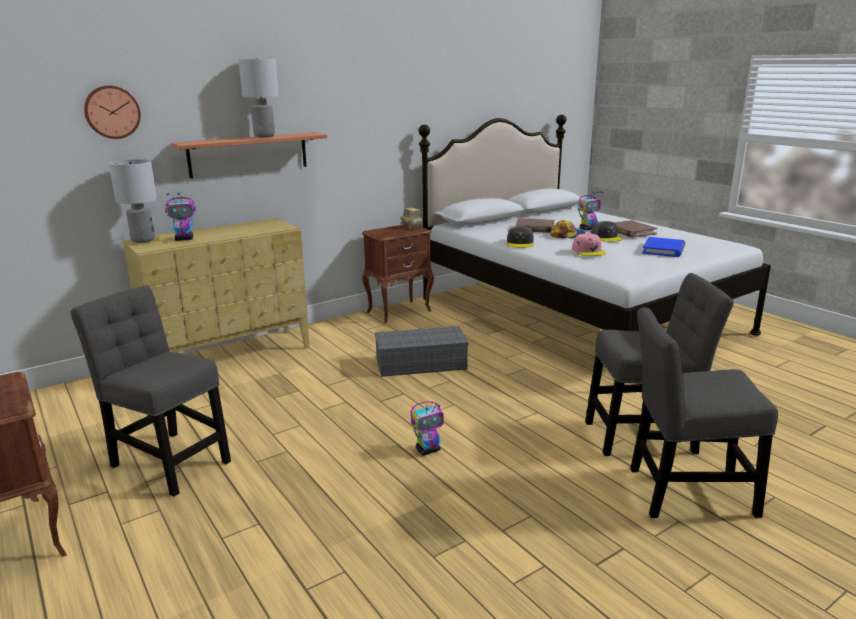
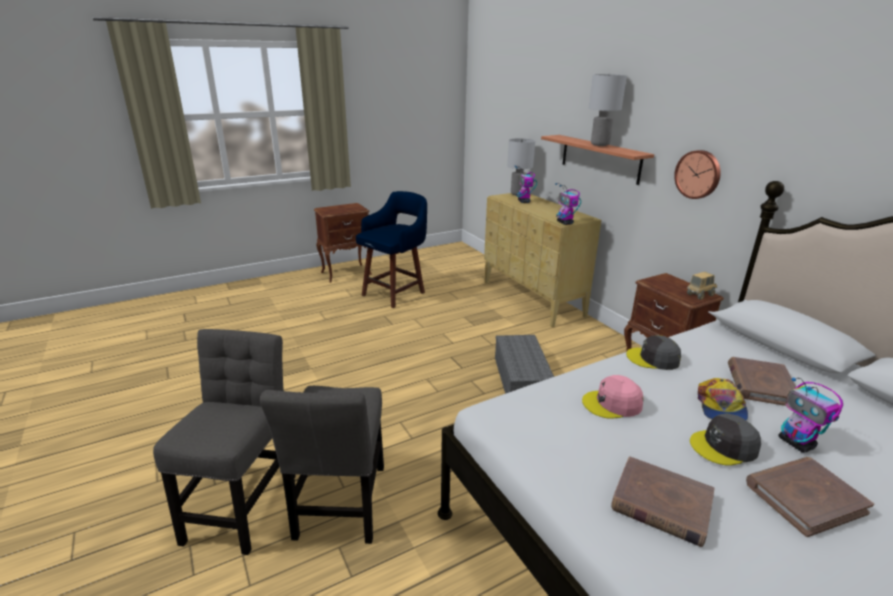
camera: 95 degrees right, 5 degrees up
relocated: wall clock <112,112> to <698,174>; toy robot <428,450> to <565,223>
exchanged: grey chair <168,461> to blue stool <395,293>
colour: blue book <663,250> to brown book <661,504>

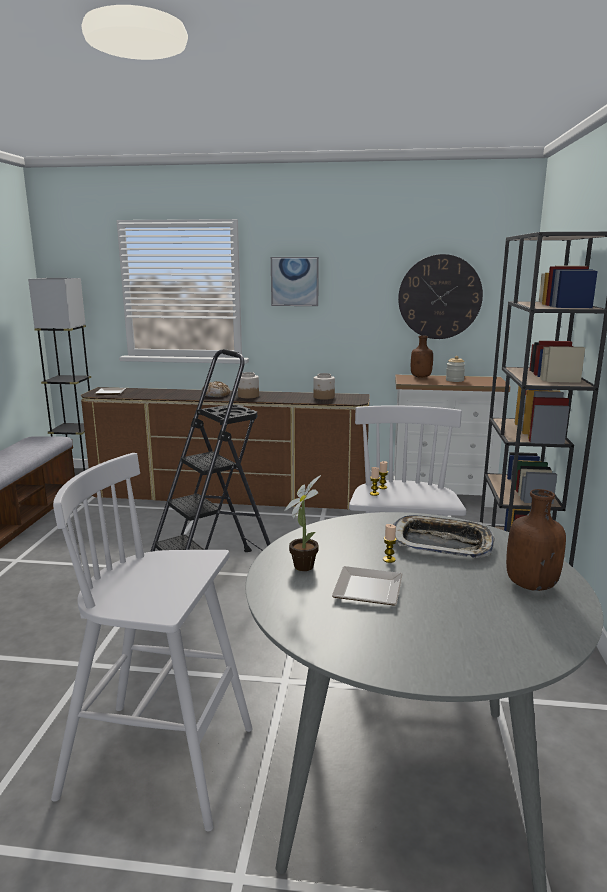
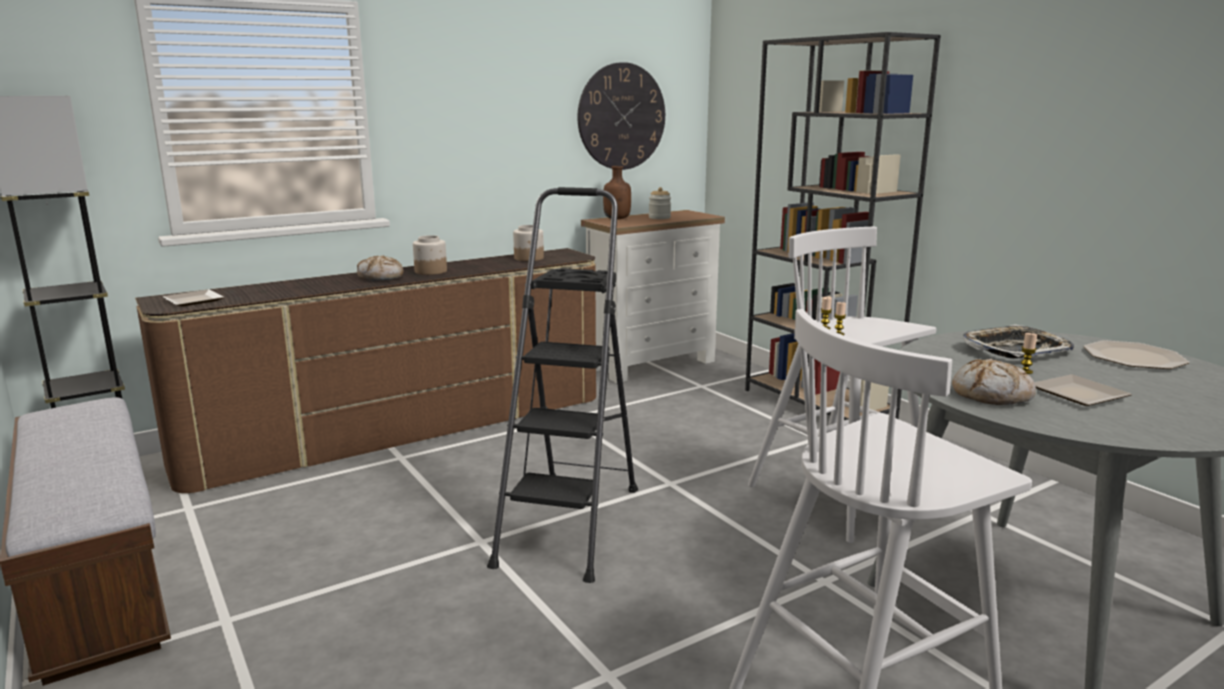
camera: 40 degrees left, 0 degrees up
missing: picture <294,281>
exchanged: potted plant <304,564> to bread <992,395>; brown bottle <530,584> to plate <1132,357>

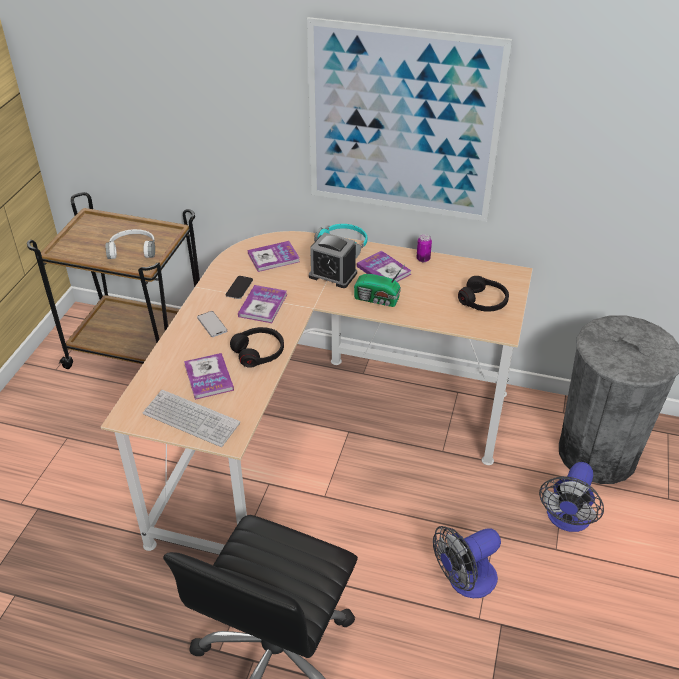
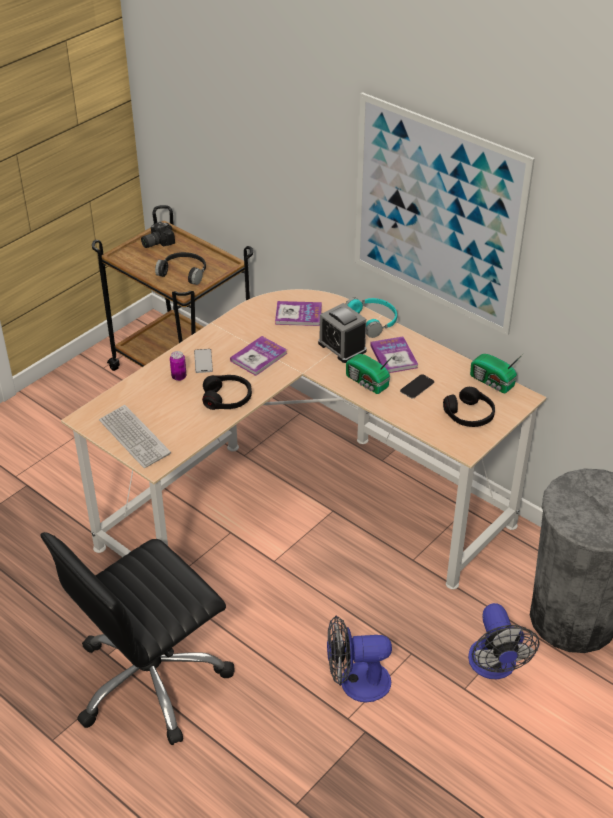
camera: 25 degrees right, 0 degrees up
missing: book <208,377>
appeared: photo camera <156,242>; radio <492,382>
relocated: can <423,259> to <179,377>; phone <239,288> to <417,387>
colour: white headphones <133,249> to black headphones <184,272>
spun: fan <566,520> = <494,667> 60 degrees counterclockwise

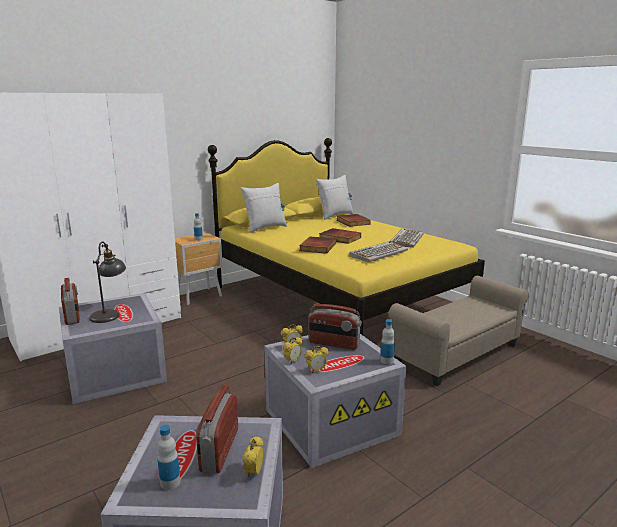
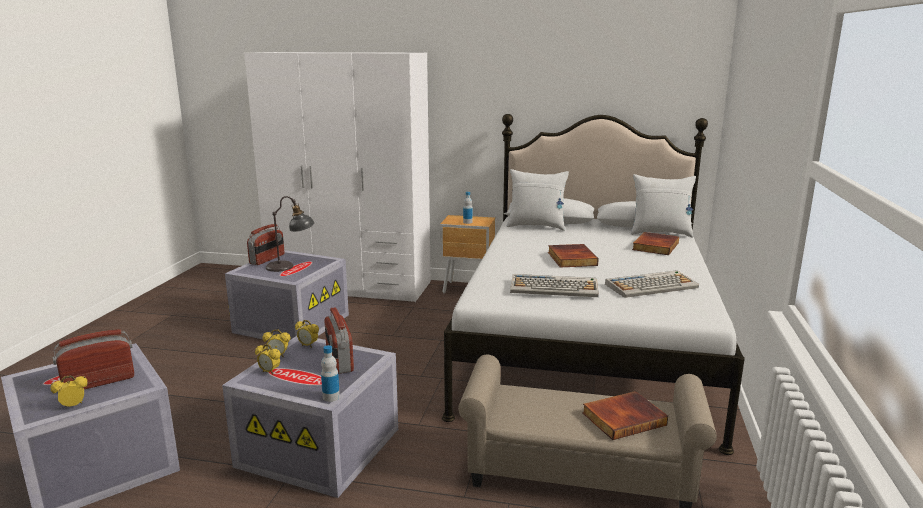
camera: 50 degrees right, 0 degrees up
missing: bottle <170,482>
relocated: book <317,247> to <623,418>
colour: yellow bed <338,301> to white bed <587,348>

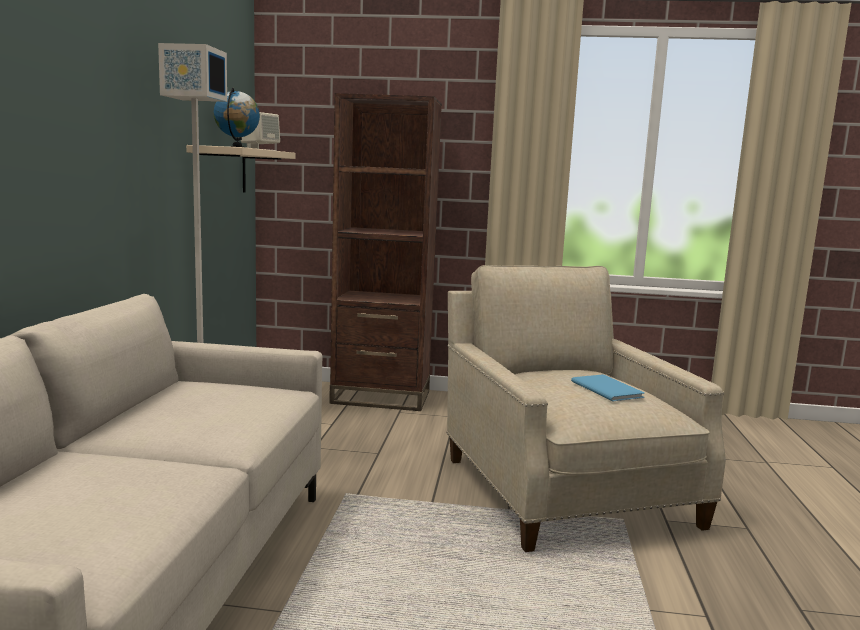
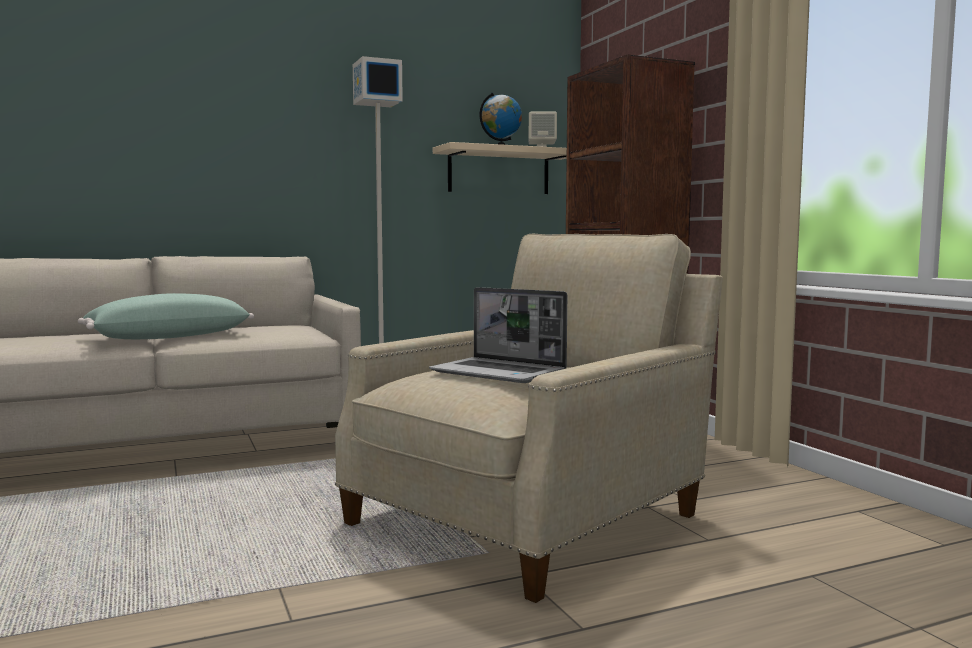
camera: 60 degrees right, 5 degrees down
appeared: green pillow <168,337>
exchanged: blue book <607,388> to laptop <500,373>

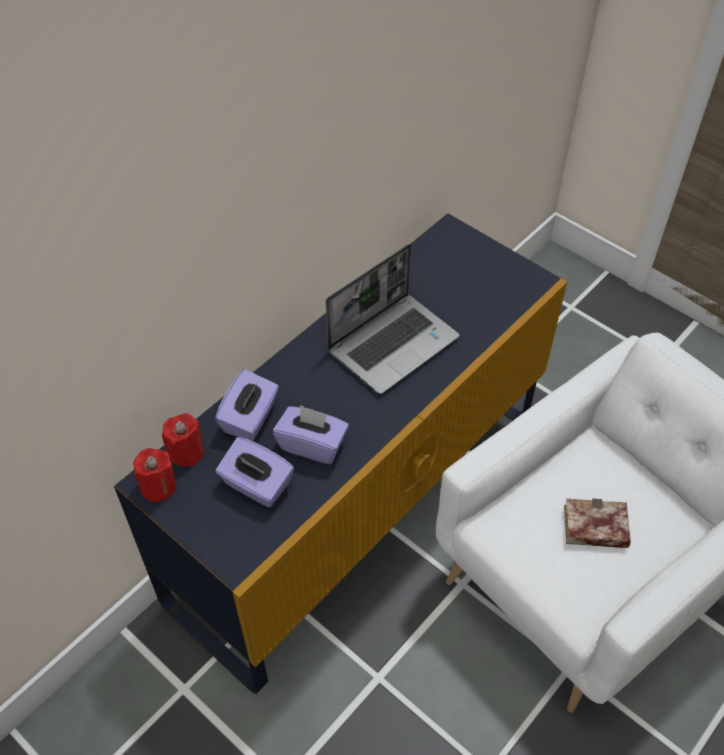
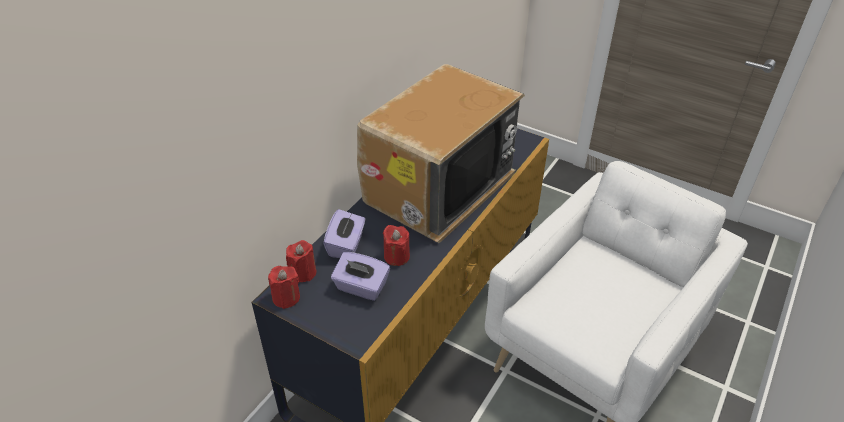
camera: 10 degrees left, 10 degrees down
missing: book <592,529>
exchanged: laptop <393,343> to television <439,187>; purple tissue box <312,445> to red candle <396,256>

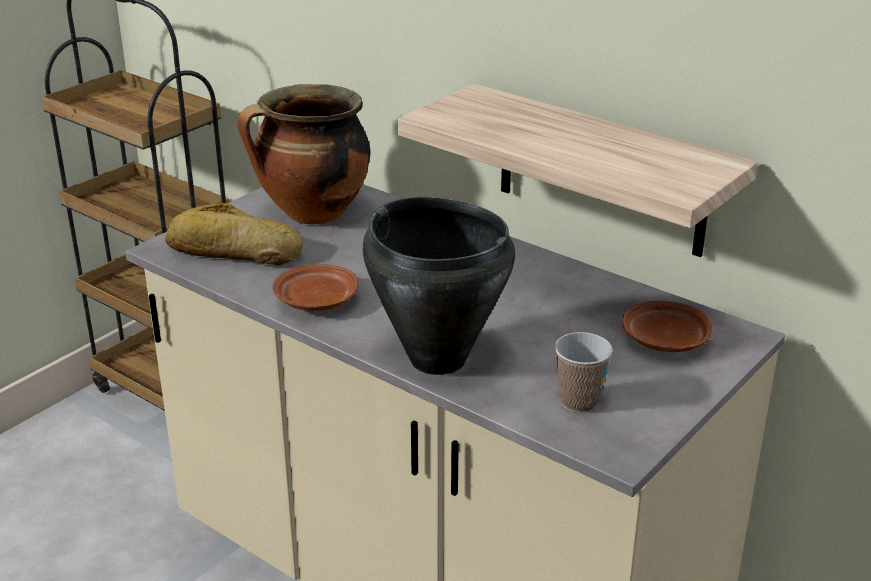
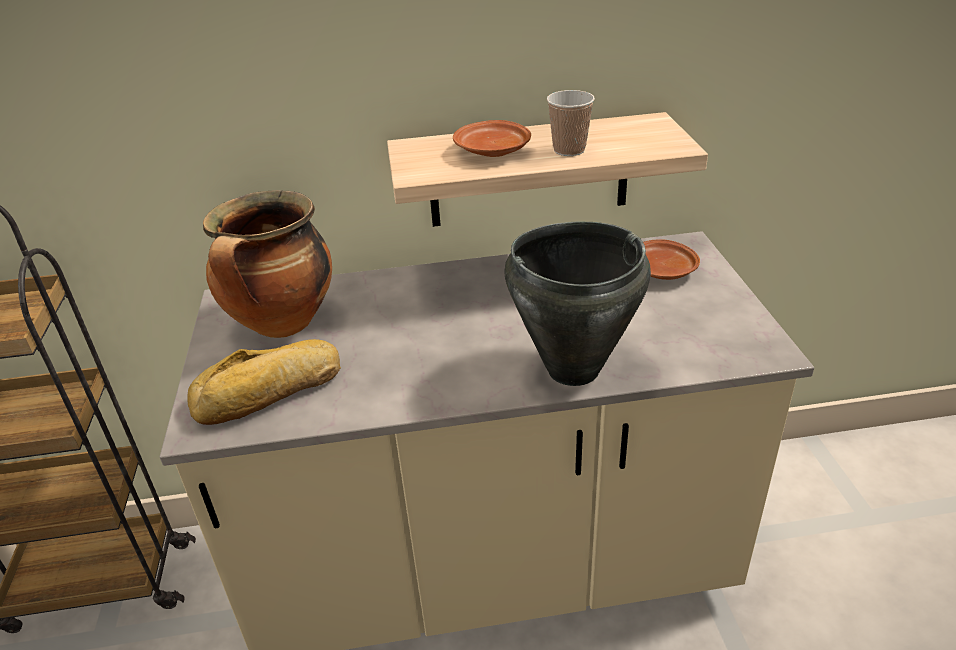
camera: 45 degrees left, 5 degrees up
relocated: brown plate <315,301> to <492,151>; cup <579,401> to <569,150>

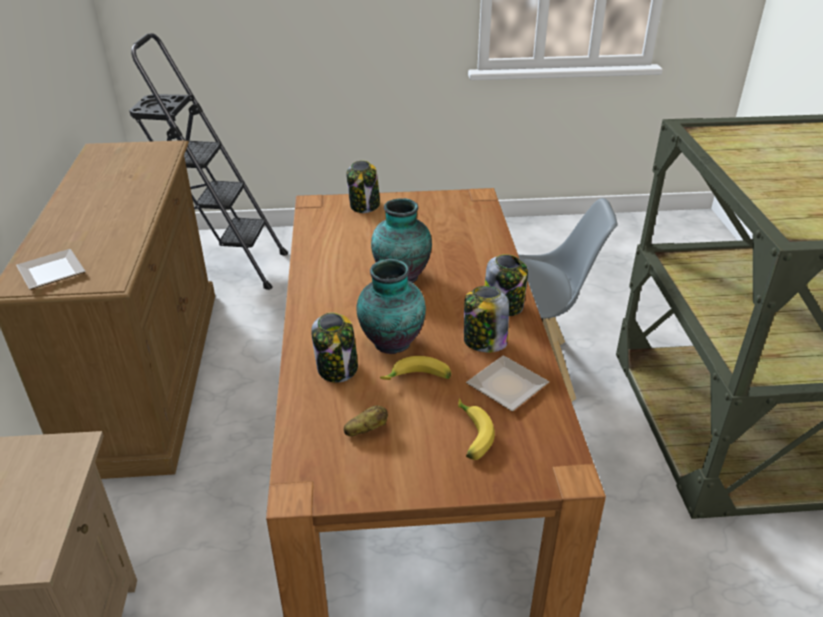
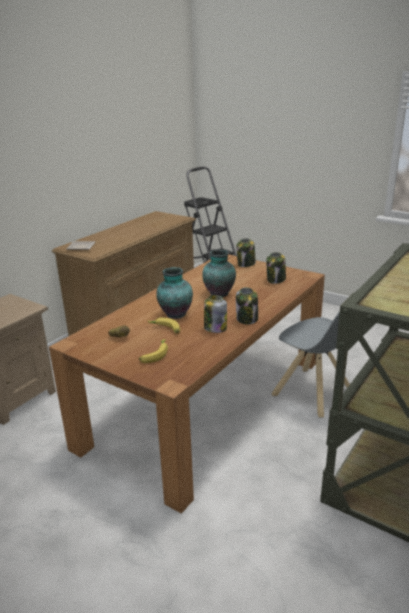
camera: 40 degrees right, 10 degrees down
missing: plate <510,386>
relocated: jar <337,368> to <276,280>

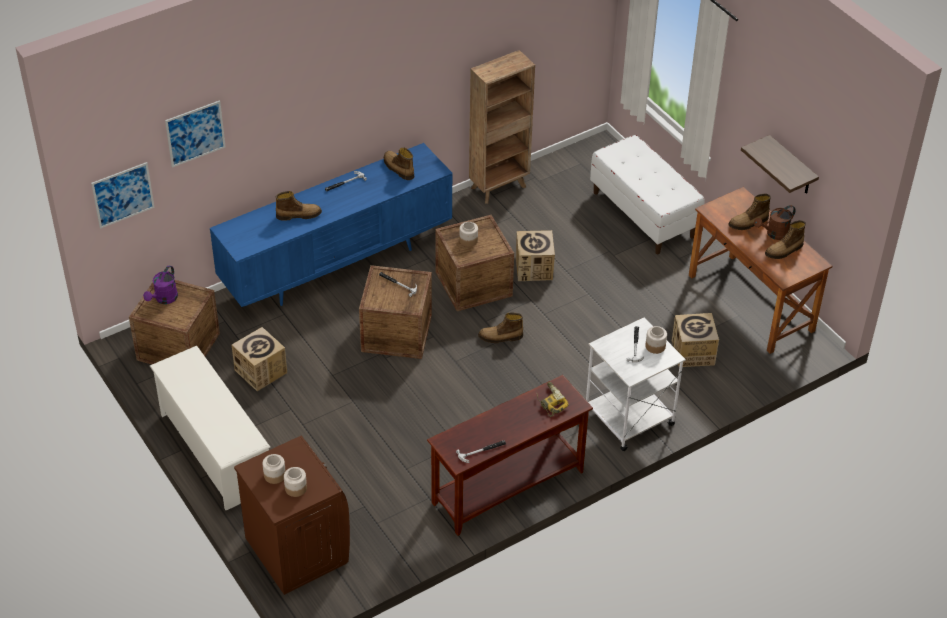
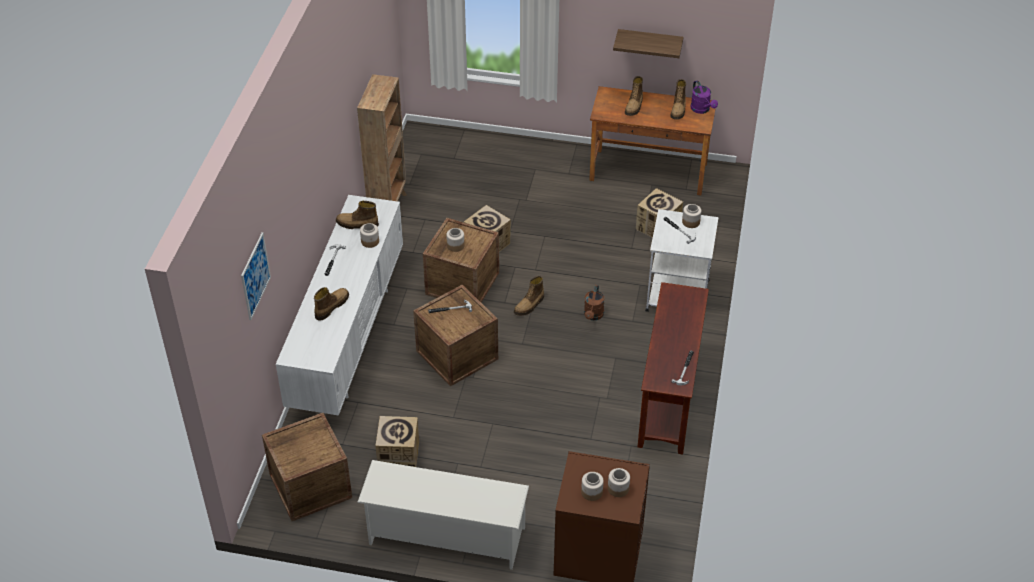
camera: 45 degrees left, 0 degrees up
missing: white bench <644,214>; picture <123,195>; power drill <550,402>
appeared: jar <370,241>
relocated: brown watering can <774,234> to <593,316>; purple watering can <164,299> to <702,110>
colour: blue cabinet <337,264> to white cabinet <348,339>

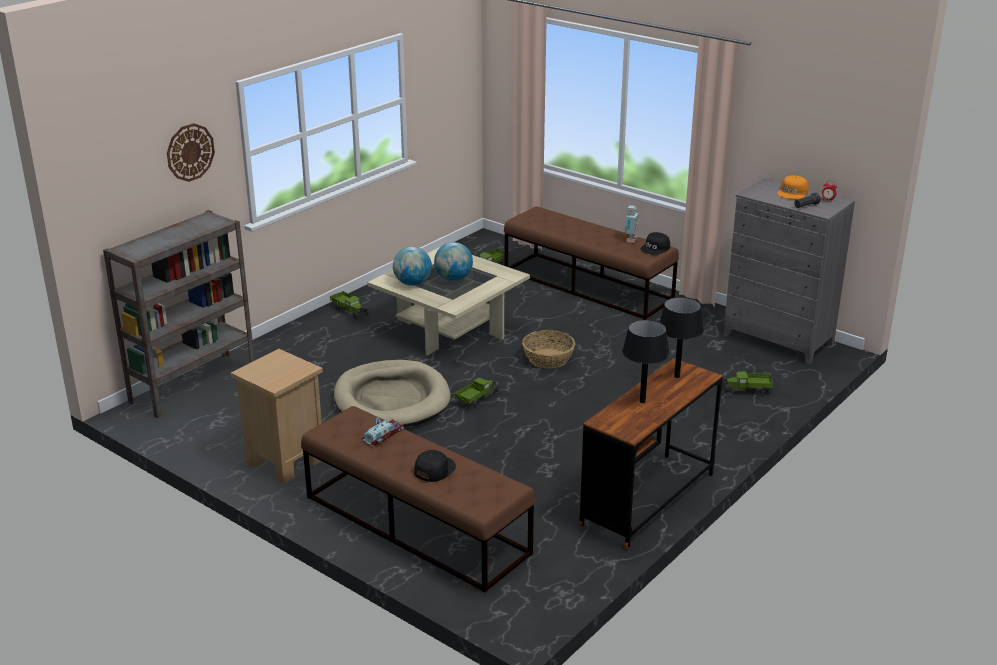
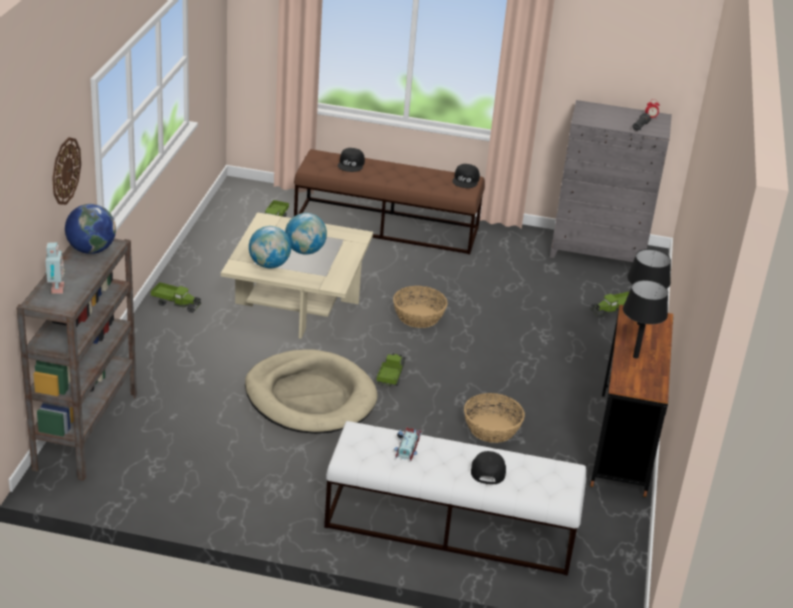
camera: 30 degrees left, 5 degrees up
missing: orange cap <793,193>; beige nightstand <286,461>
appeared: black cap <351,164>; globe <91,250>; basket <492,429>
relocated: toy robot <630,240> to <55,289>
colour: brown bench <415,524> to white bench <450,526>

